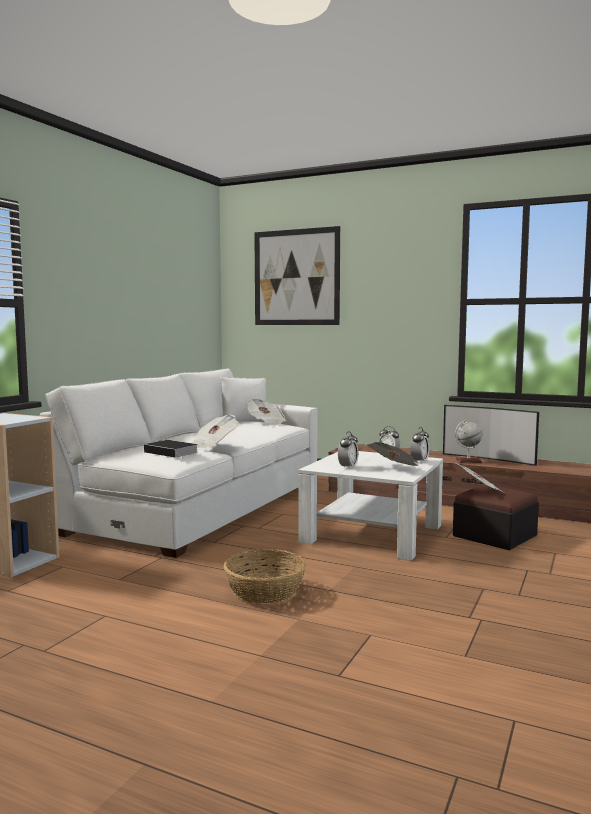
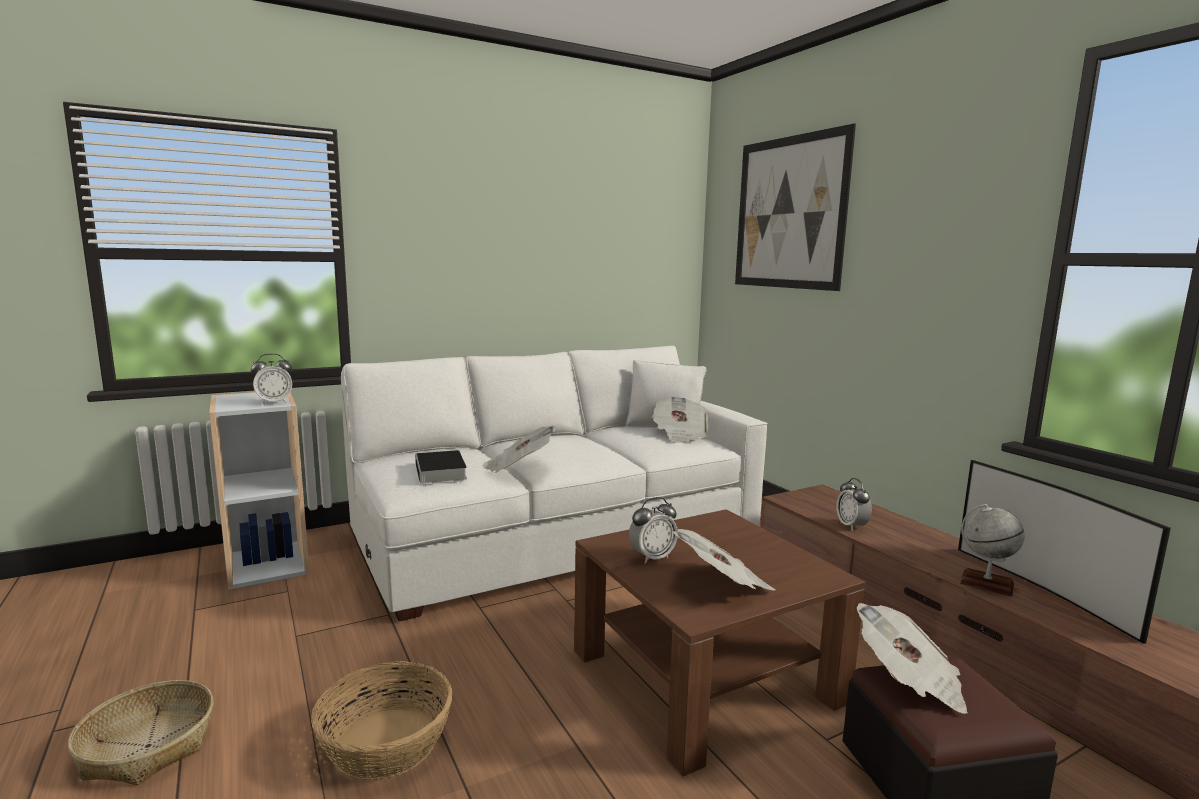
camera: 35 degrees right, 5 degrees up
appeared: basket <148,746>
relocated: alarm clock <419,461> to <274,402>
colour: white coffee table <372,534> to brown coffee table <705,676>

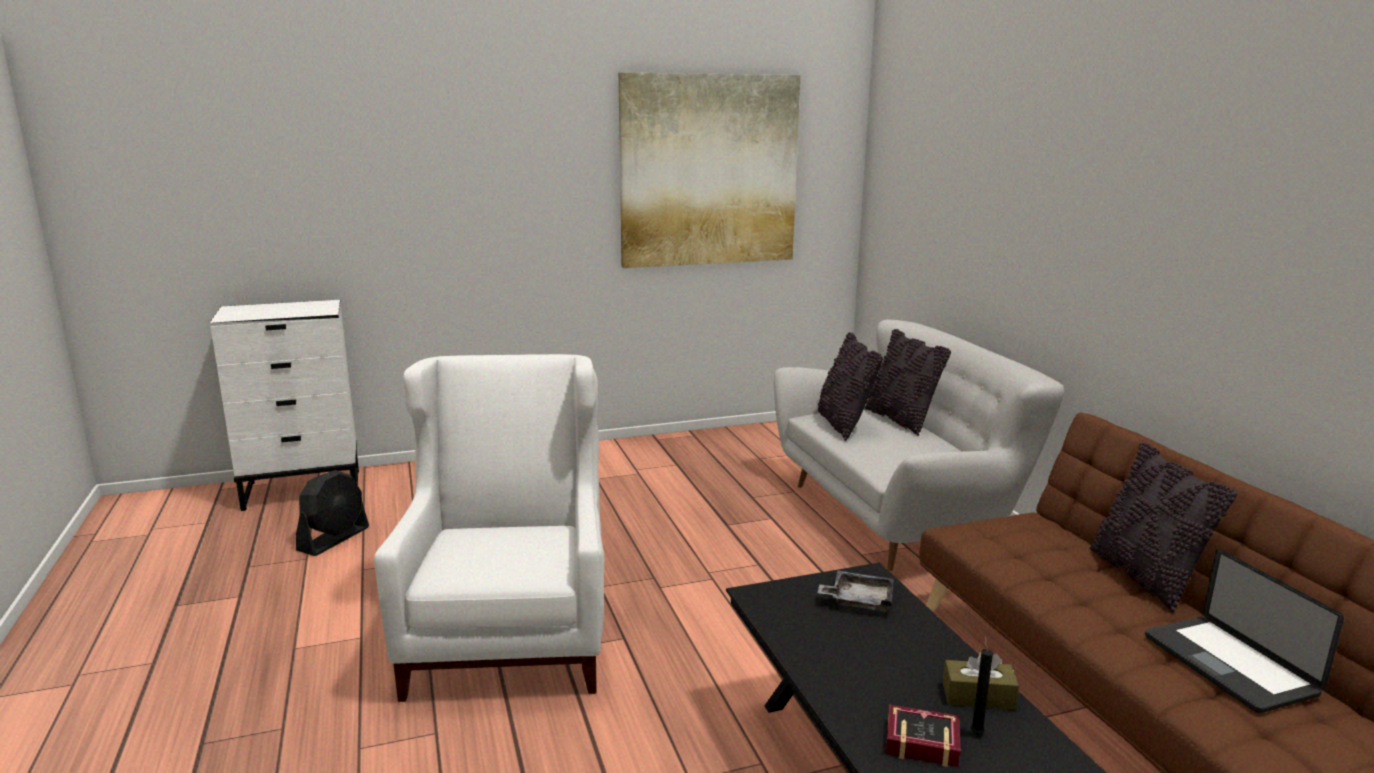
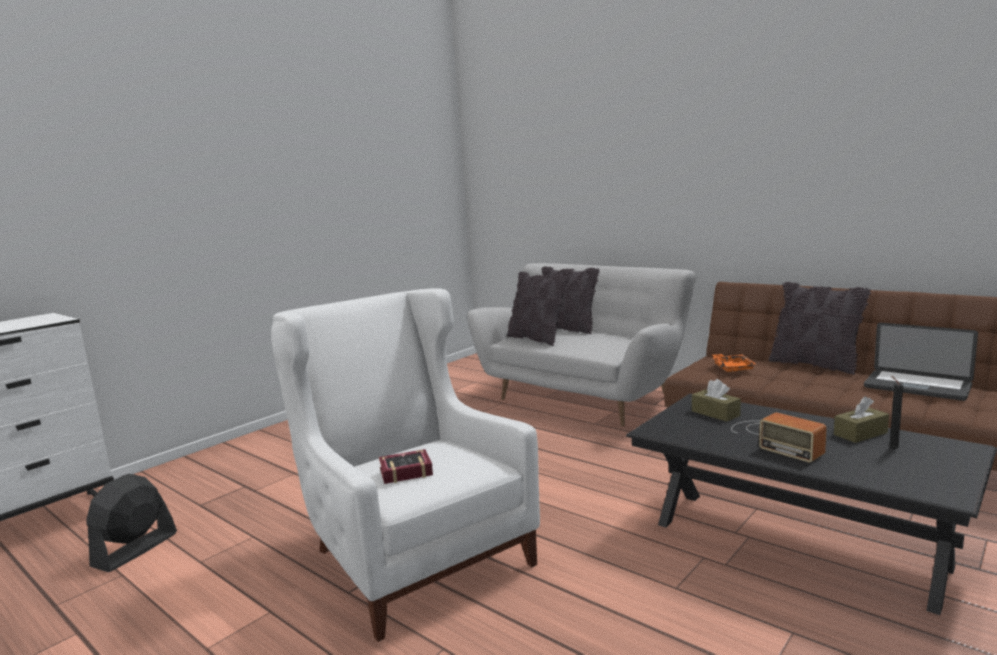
camera: 30 degrees left, 5 degrees down
missing: picture <709,171>
appeared: orange tray <732,368>; radio <774,439>
relocated: book <918,740> to <403,472>
exchanged: grey tray <858,600> to brown tissue box <715,413>
spun: black fan <334,539> = <135,550> 150 degrees counterclockwise

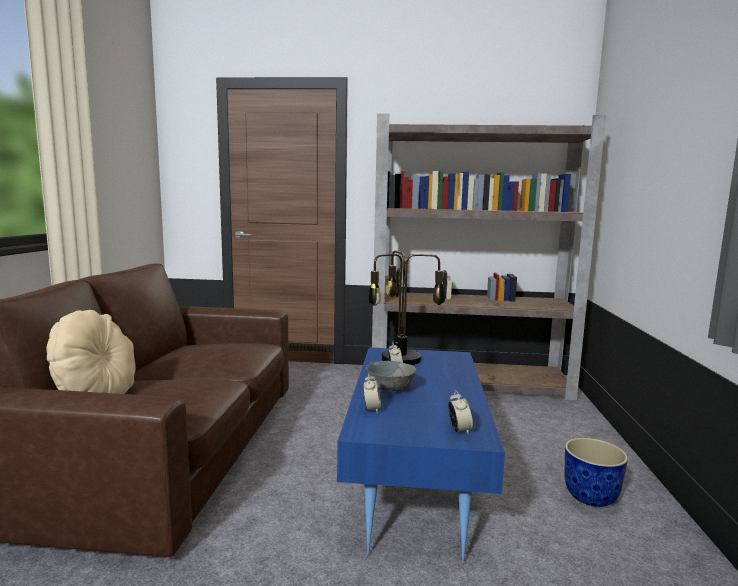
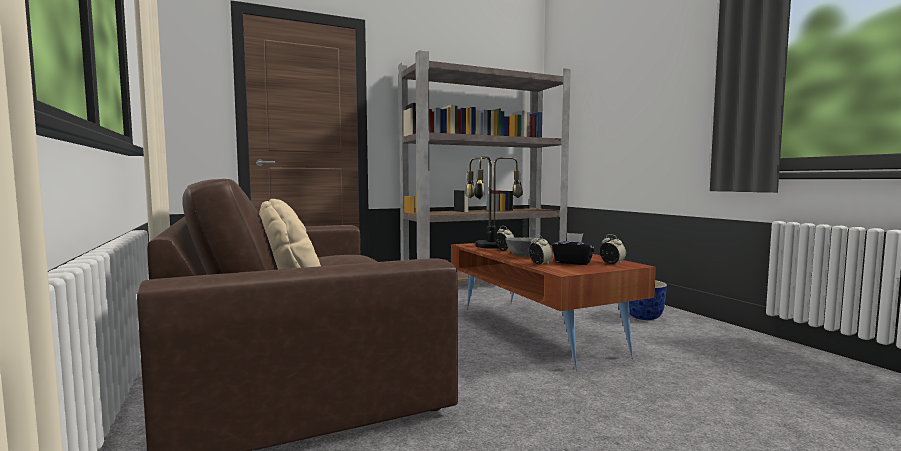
camera: 30 degrees left, 5 degrees down
appeared: black tissue box <573,262>
colour: blue coffee table <414,476> to brown coffee table <535,330>

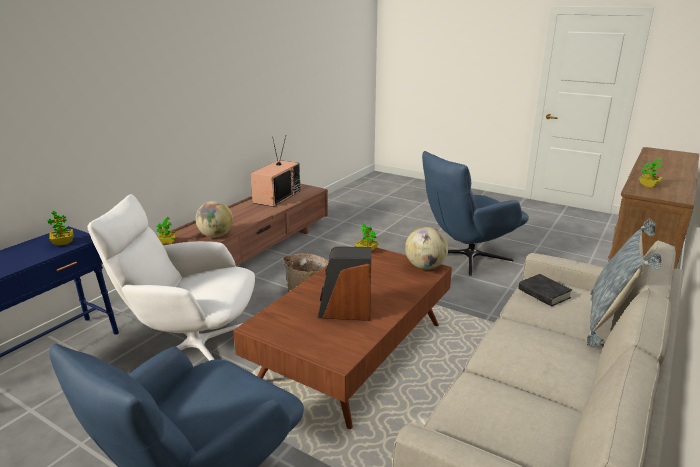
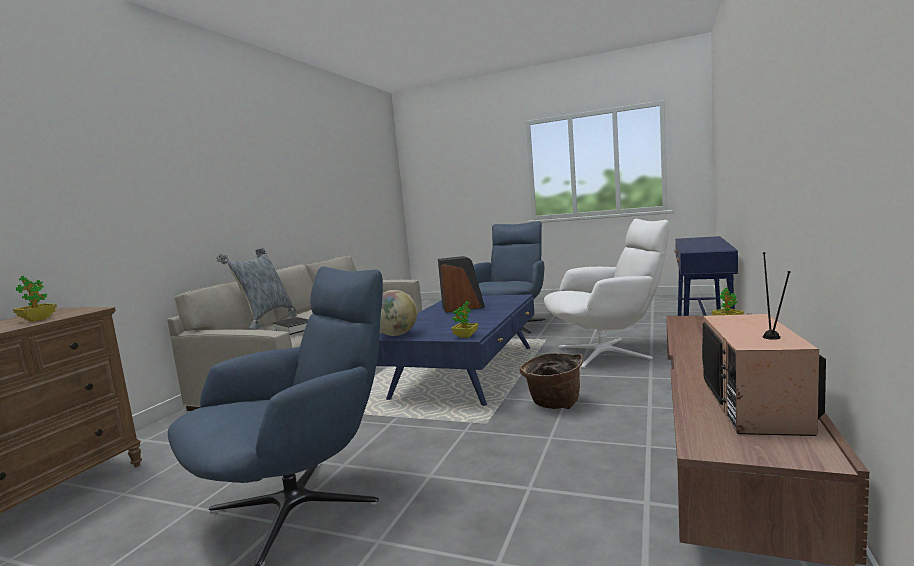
camera: 170 degrees right, 15 degrees down
missing: globe <216,235>; potted plant <63,243>
colour: brown coffee table <352,352> to blue coffee table <467,371>

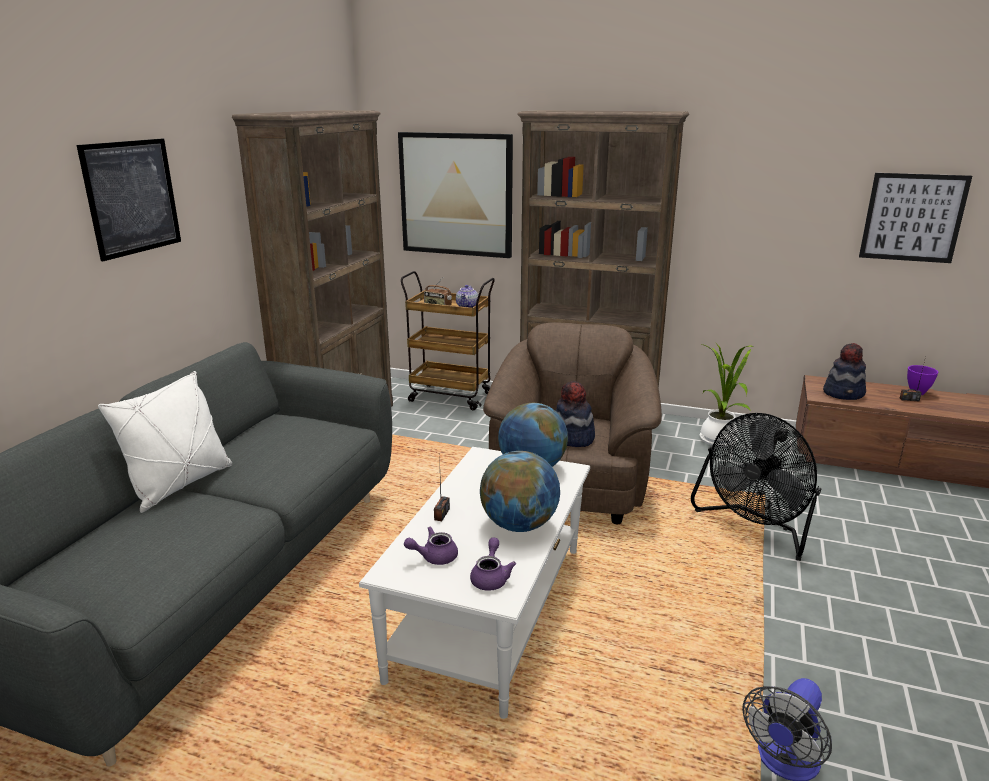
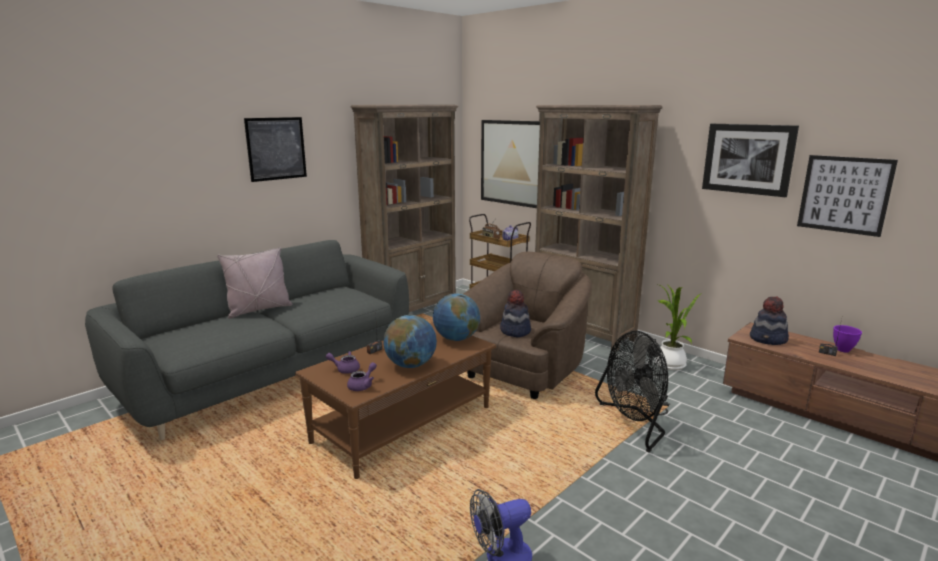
camera: 25 degrees right, 5 degrees down
appeared: picture <748,159>
colour: white pillow <180,485> to purple pillow <259,310>; white coffee table <490,609> to brown coffee table <404,424>

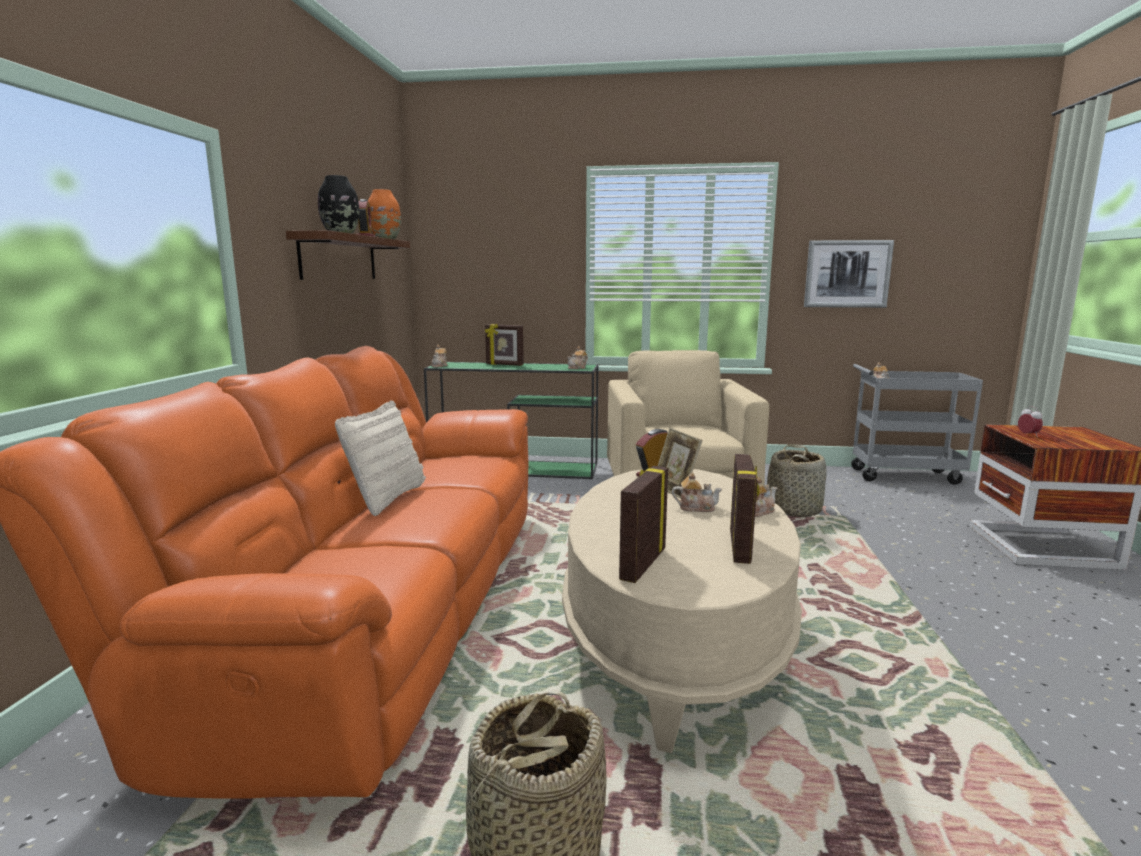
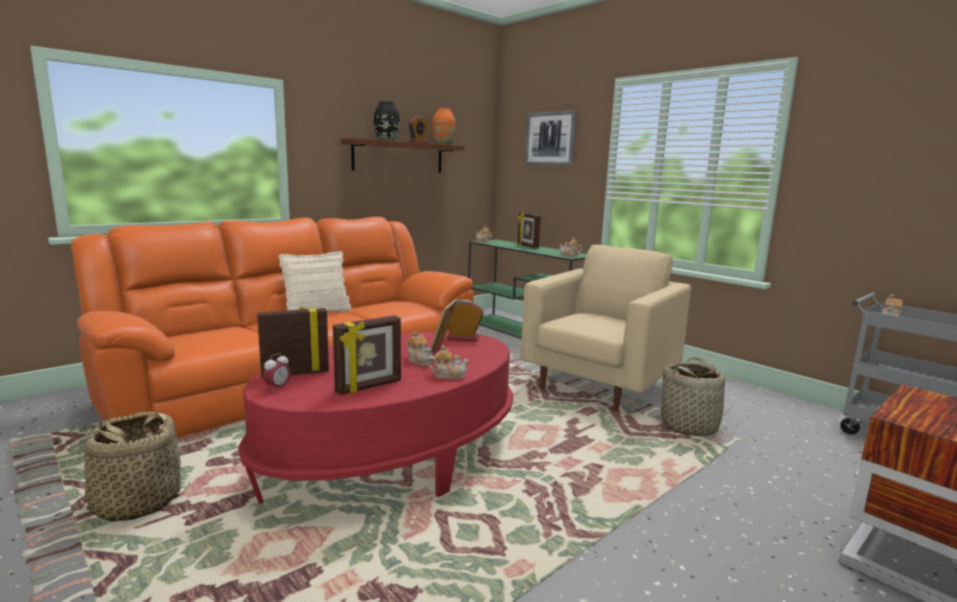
camera: 40 degrees right, 0 degrees up
relocated: picture <847,274> to <550,138>; alarm clock <1028,435> to <278,388>
colour: beige coffee table <675,638> to red coffee table <392,458>

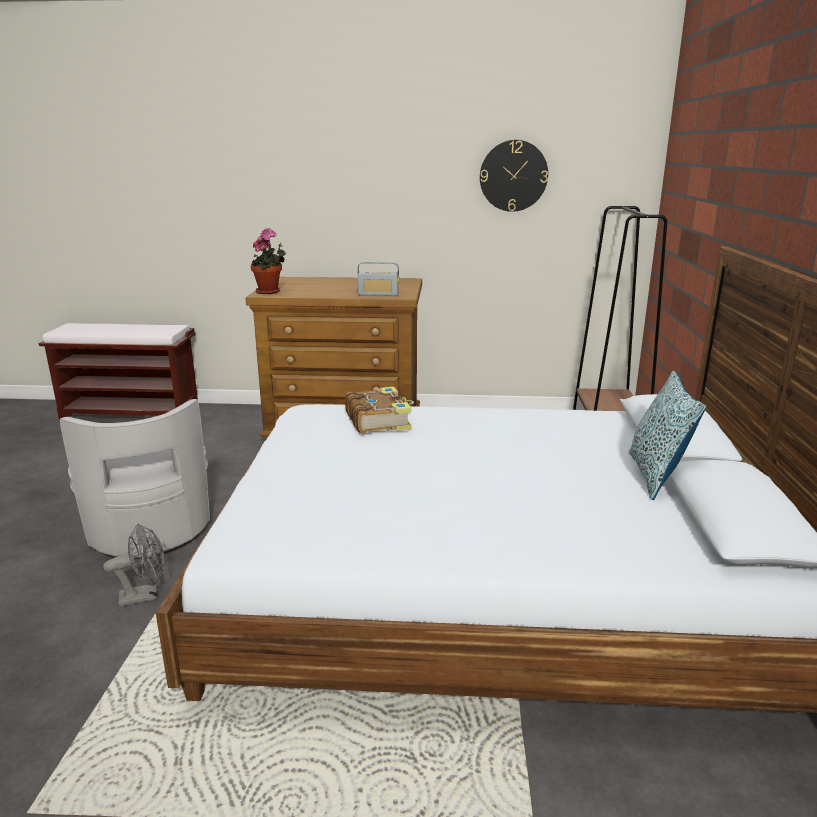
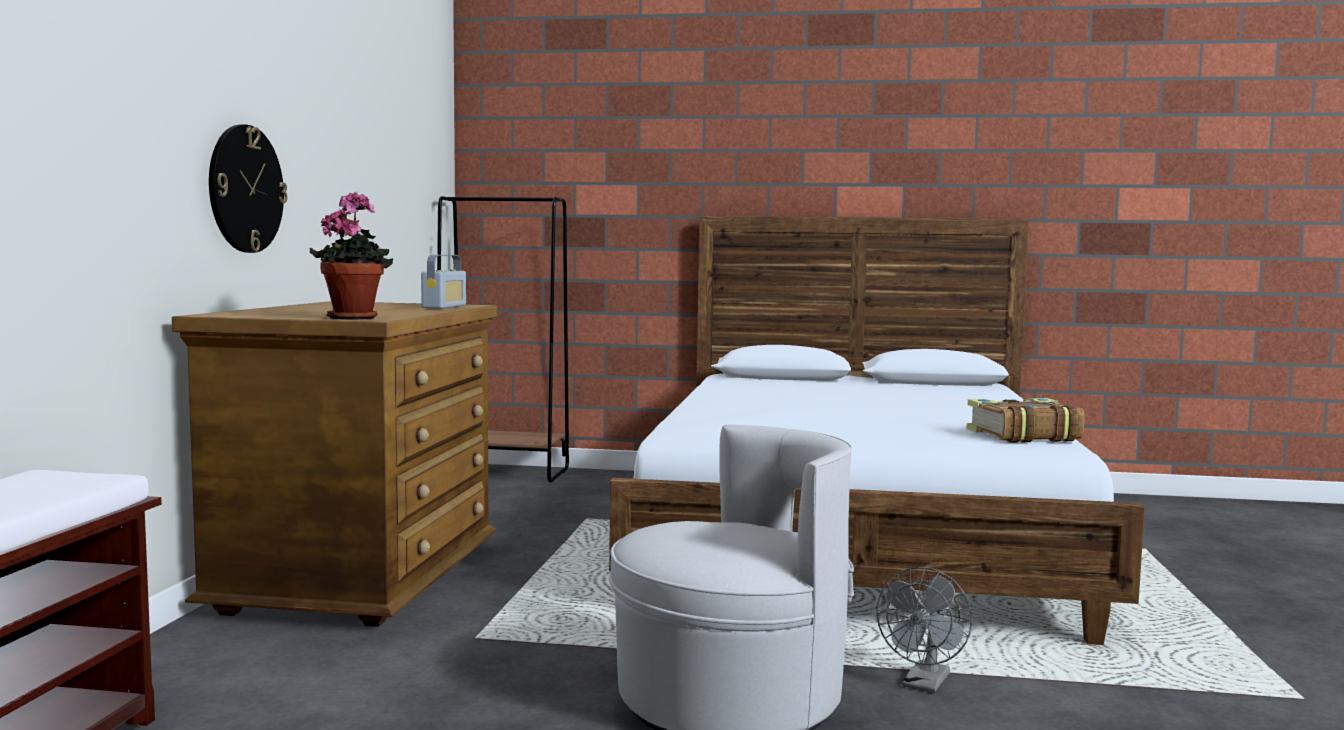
camera: 85 degrees left, 15 degrees down
missing: pillow <655,476>
relocated: wall clock <513,176> to <245,189>; book <378,420> to <1021,435>
spun: grey fan <145,596> = <924,684> 135 degrees counterclockwise

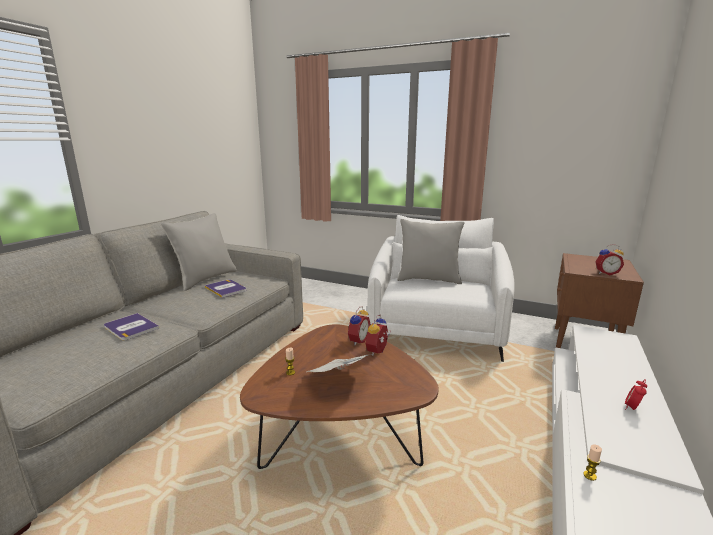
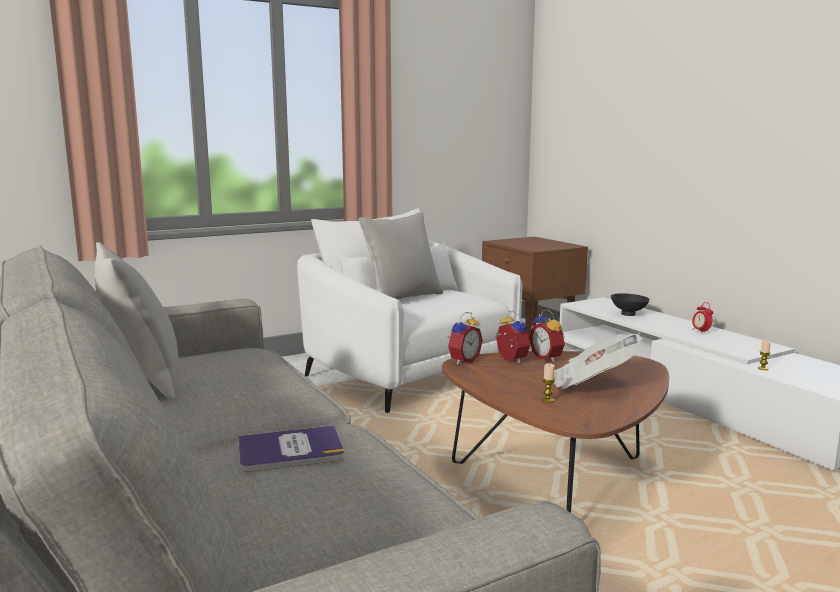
camera: 55 degrees left, 5 degrees down
missing: book <226,289>
appeared: black bowl <628,314>
relocated: alarm clock <606,273> to <462,361>

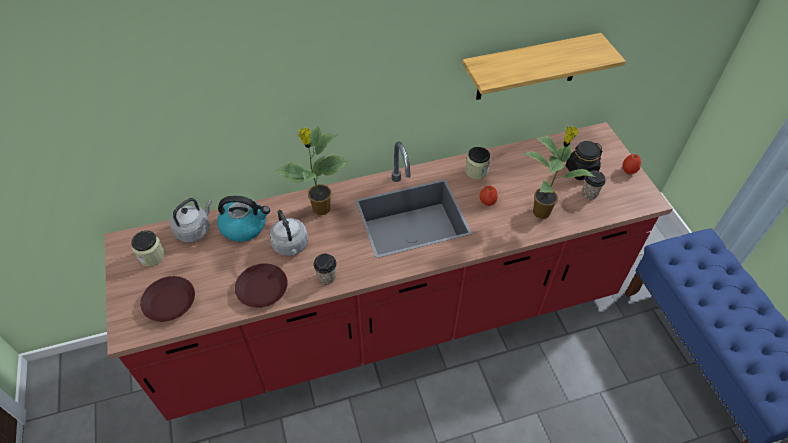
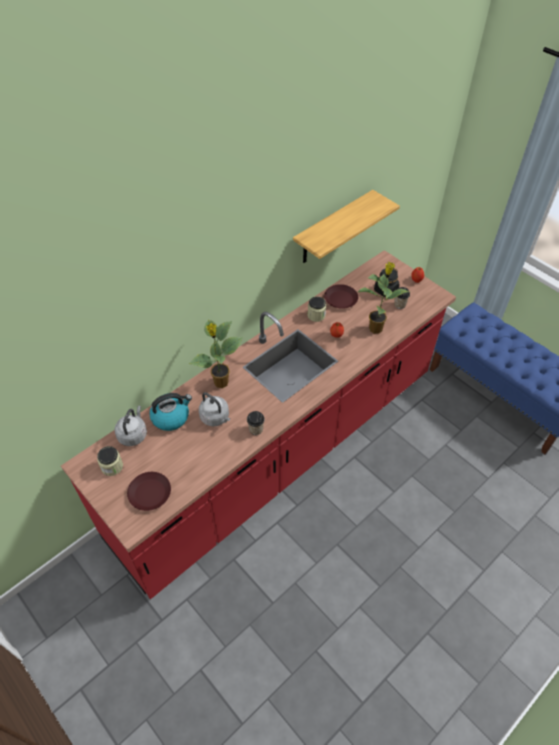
camera: 25 degrees left, 0 degrees up
relocated: brown plate <262,289> to <341,299>

